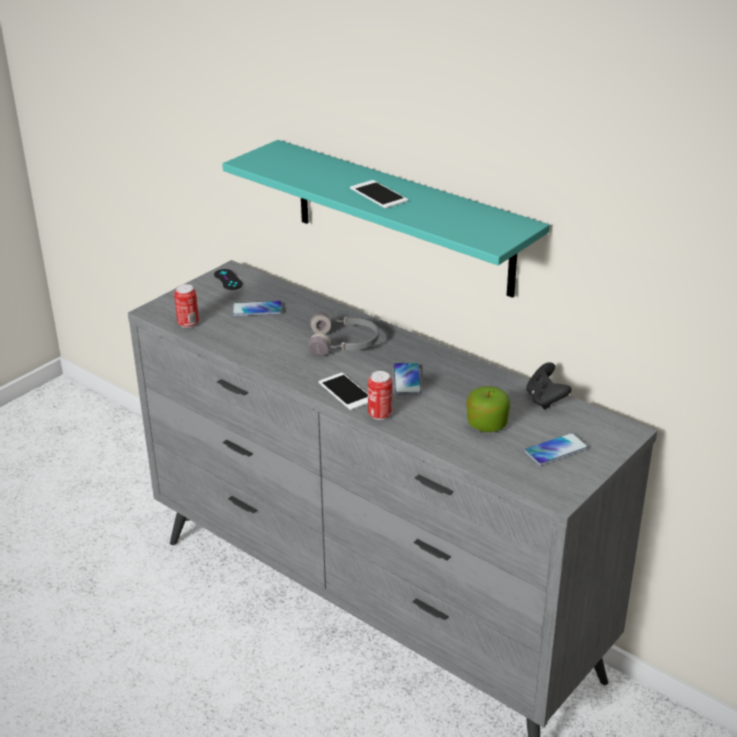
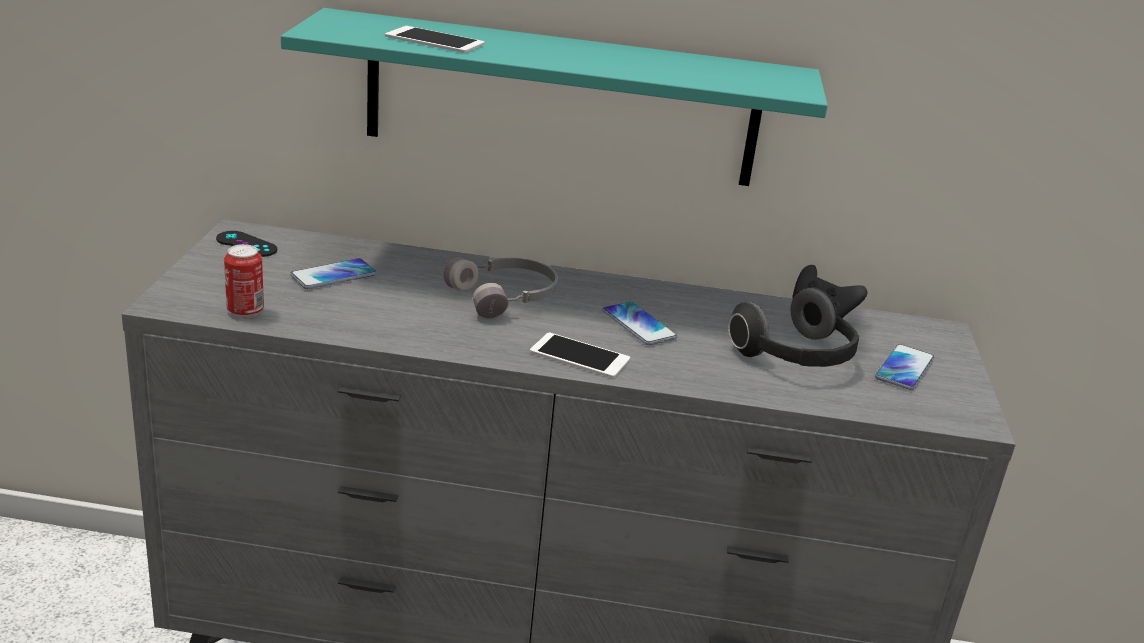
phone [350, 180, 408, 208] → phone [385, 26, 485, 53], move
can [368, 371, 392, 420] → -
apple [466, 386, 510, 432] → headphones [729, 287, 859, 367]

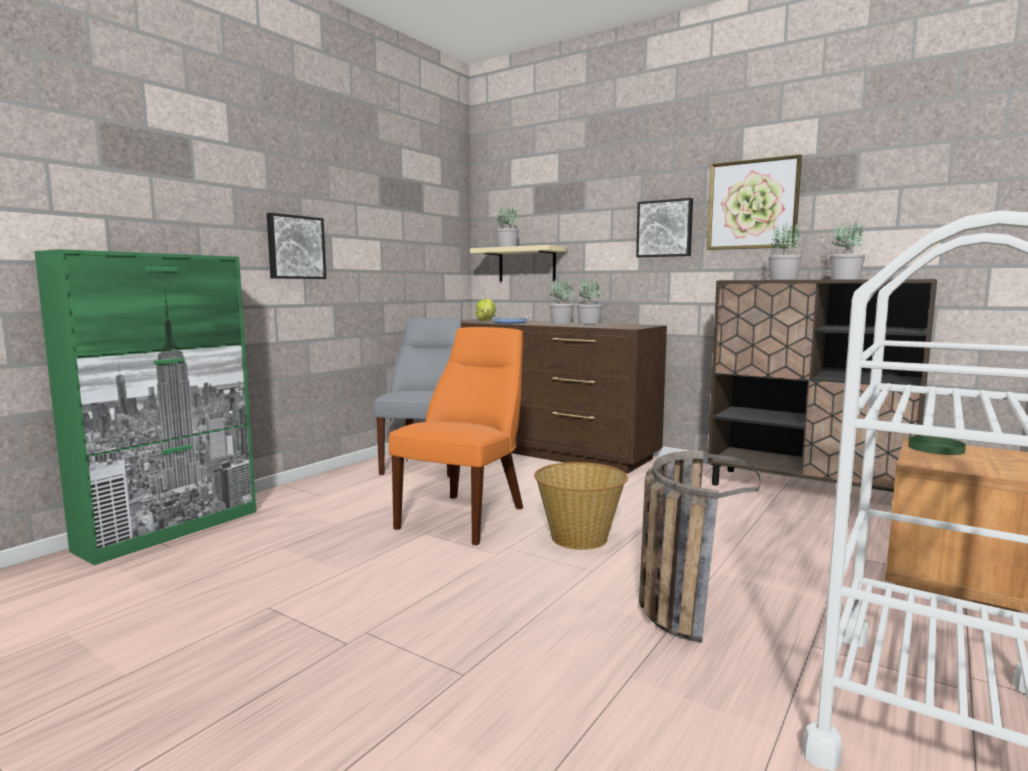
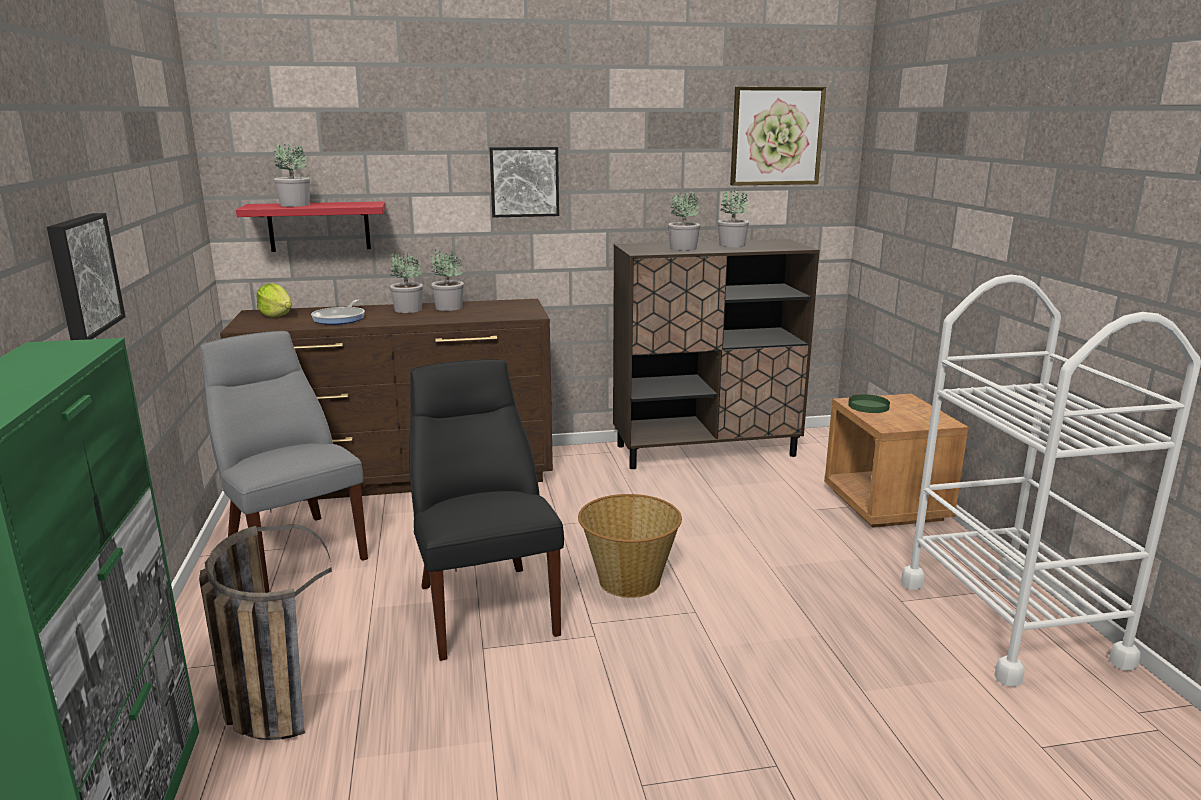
picture [707, 154, 802, 250] → picture [730, 87, 826, 186], move
shelf in beige [470, 245, 567, 282] → shelf in red [236, 201, 385, 252]
chair in orange [388, 327, 523, 545] → chair in black [409, 359, 564, 661]
basket [639, 451, 760, 642] → basket [199, 524, 332, 740], move

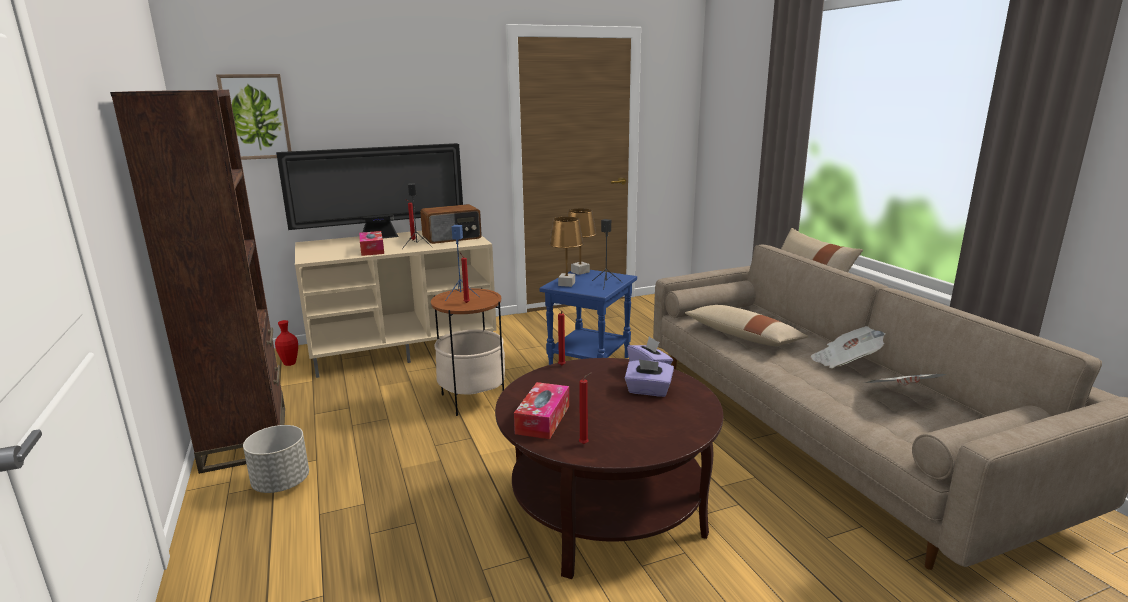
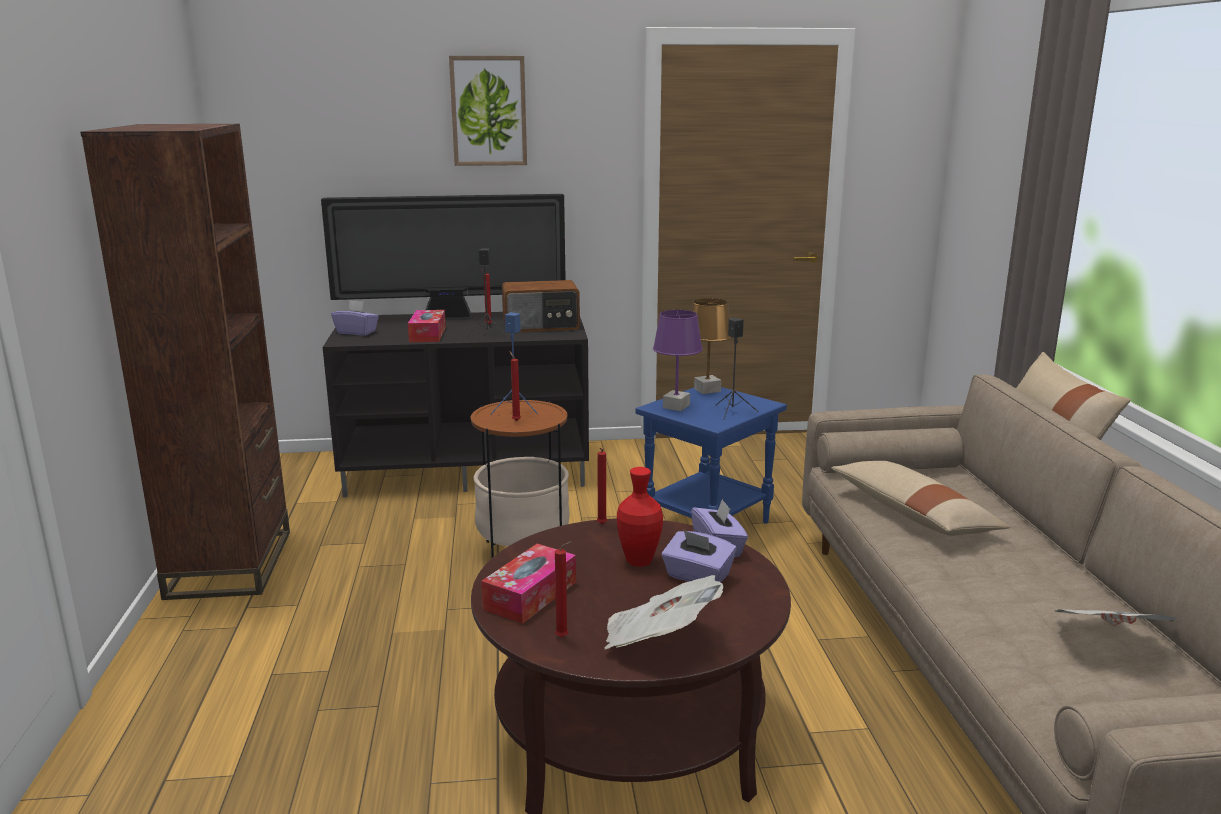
picture [216, 74, 291, 160] → picture [449, 56, 527, 166], move
table lamp in brown [549, 217, 584, 287] → table lamp in purple [653, 310, 703, 411]
tv stand in beige [295, 231, 497, 378] → tv stand in black [323, 312, 589, 497]
vase in red [275, 320, 298, 366] → vase in red [617, 467, 663, 567], move
newspaper [811, 326, 886, 368] → newspaper [604, 575, 724, 649], move
planter in grey [243, 425, 309, 493] → -
- → tissue box in purple [331, 300, 379, 336]

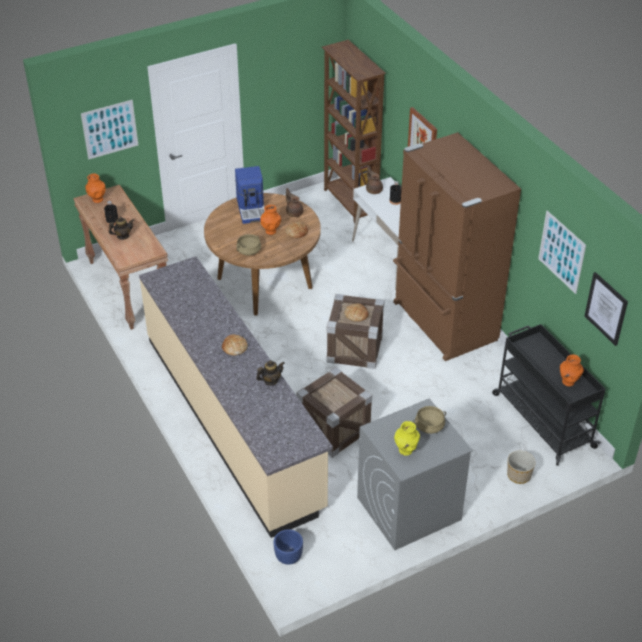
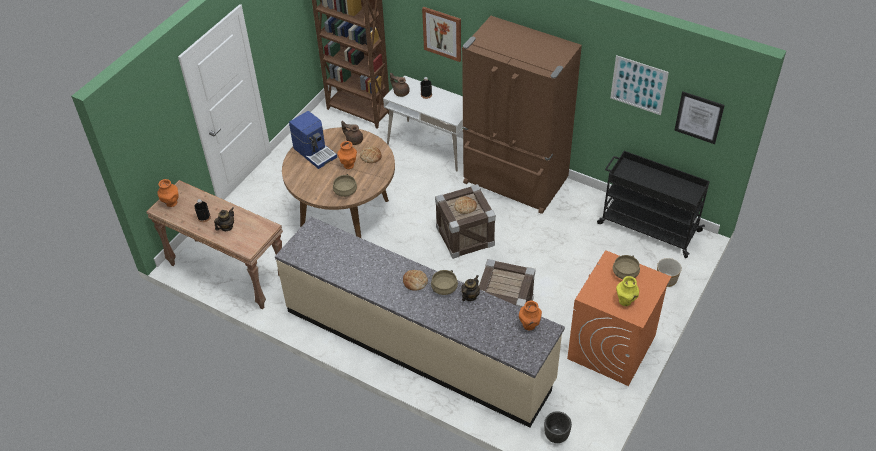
picture [81, 100, 138, 160] → -
vase in orange [560, 354, 584, 386] → vase in orange [519, 301, 542, 330], move
washing machine in grey [357, 399, 473, 550] → washing machine in orange [567, 250, 672, 386]
planter in blue [274, 529, 303, 565] → planter in black [544, 411, 572, 443]
- → cooking pot in beige [431, 270, 458, 295]

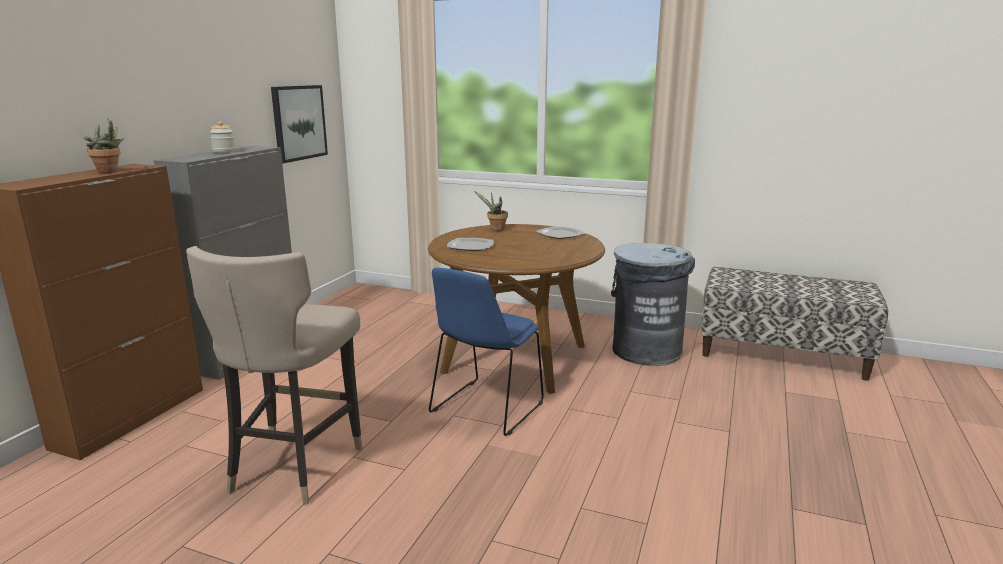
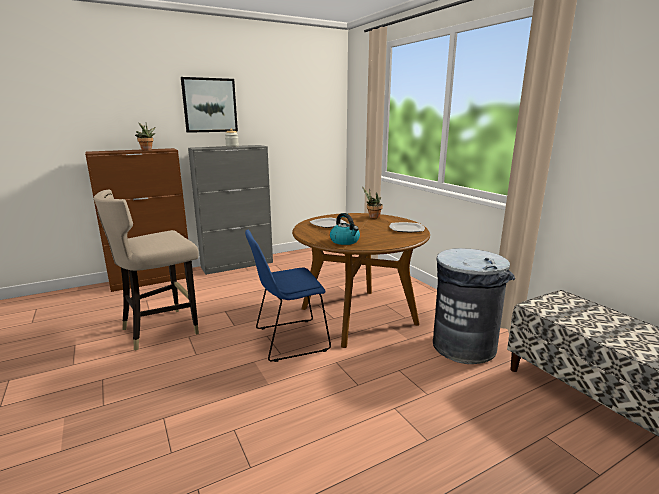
picture [271, 85, 328, 163] → picture [181, 77, 238, 133], move
- → kettle [330, 213, 360, 245]

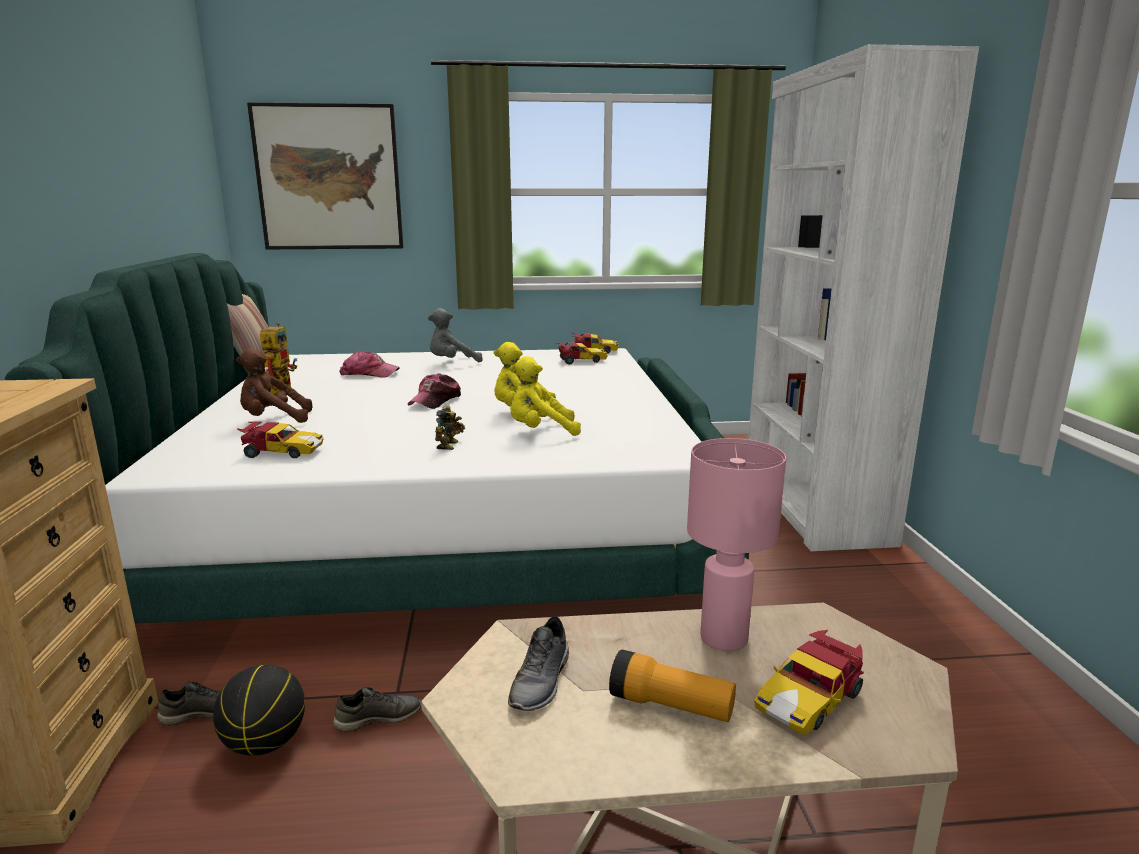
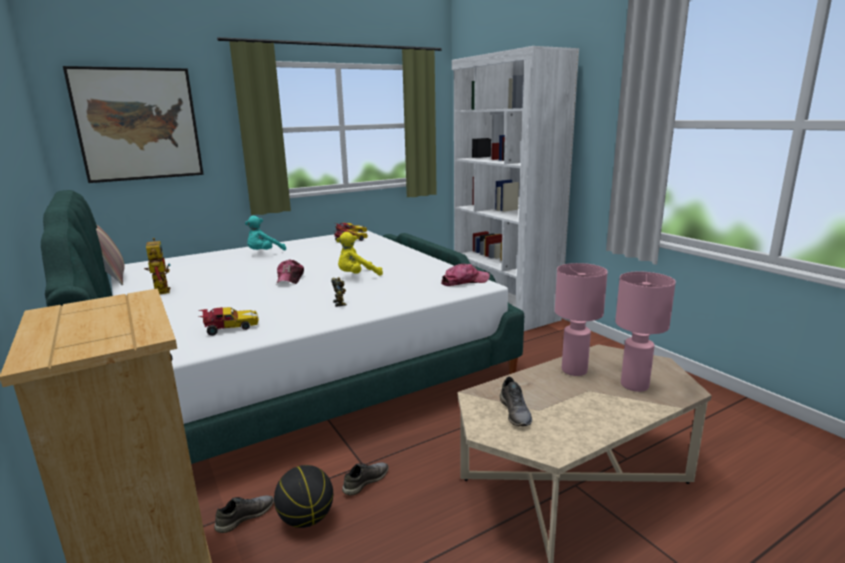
plush toy in grey [428, 308, 483, 362] → plush toy in turquoise [245, 216, 286, 251]
plush toy in brown [236, 348, 312, 423] → -
cap [340, 351, 400, 378] → cap [441, 264, 490, 286], move
plush toy in yellow [510, 356, 581, 436] → -
toy car [754, 630, 864, 735] → table lamp in pink [615, 272, 676, 392]
flashlight [609, 650, 736, 722] → -

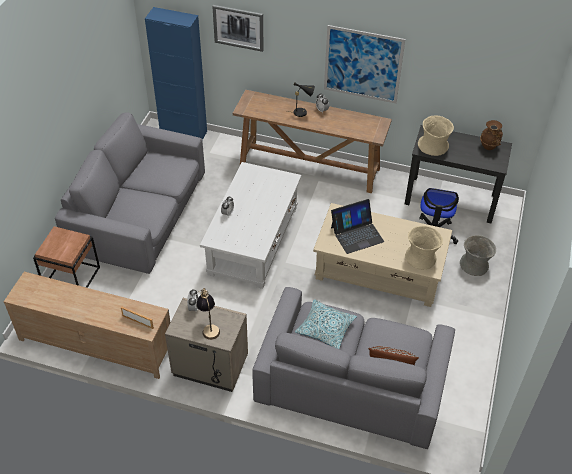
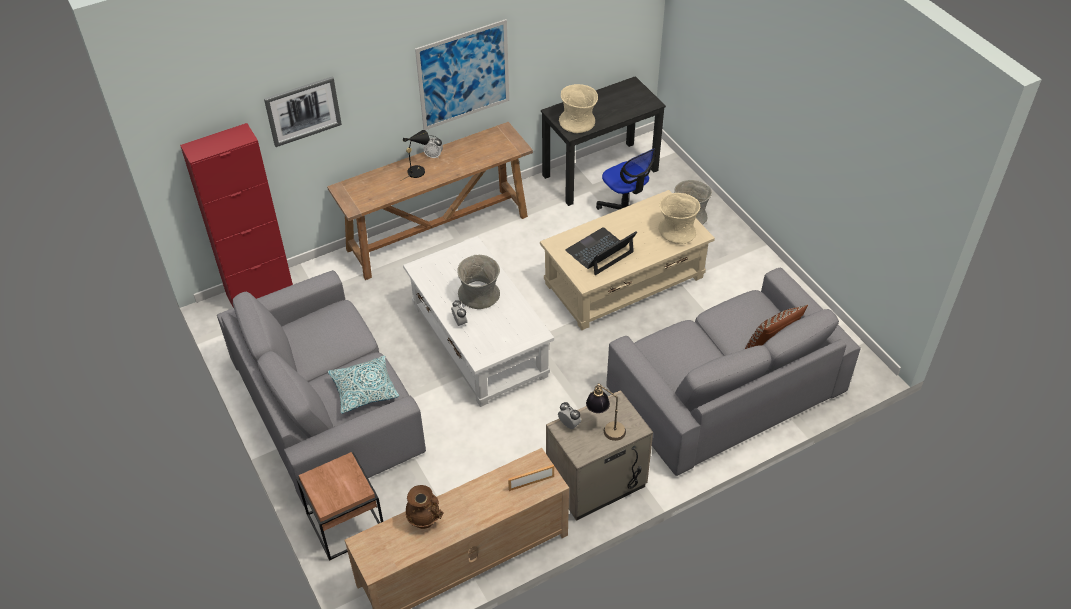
cabinet in blue [145, 7, 207, 140] → cabinet in red [180, 123, 293, 308]
vase in brown [480, 120, 503, 150] → vase in brown [406, 485, 444, 529], move
laptop [331, 199, 384, 254] → laptop [565, 227, 637, 275], 150 degrees counterclockwise
pillow [295, 299, 357, 349] → pillow [328, 355, 399, 414], move
- → vase in grey [457, 255, 500, 309]

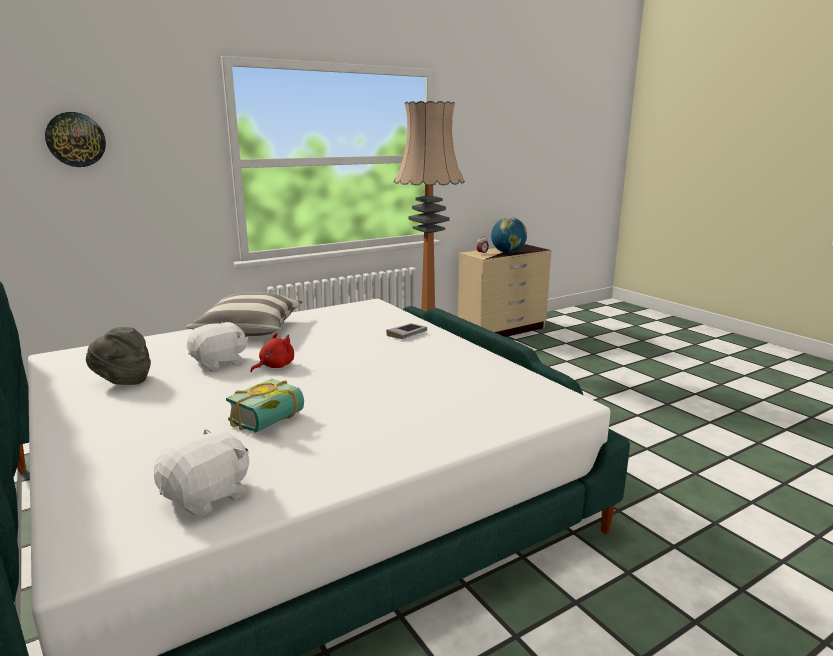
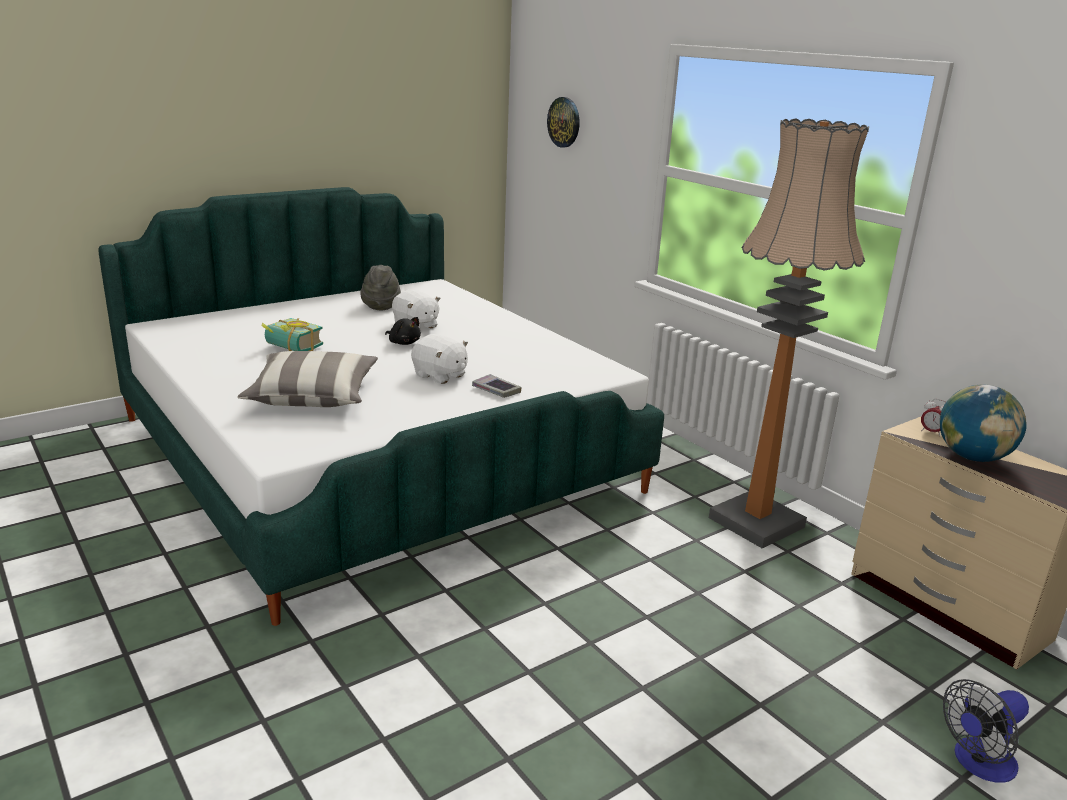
pillow [186, 293, 302, 336] → pillow [237, 351, 378, 407], move
plush toy in red [250, 333, 294, 372] → plush toy in black [385, 317, 421, 345]
plush toy in white [154, 428, 249, 517] → plush toy in white [411, 334, 468, 384], move
- → fan [943, 679, 1029, 783]

